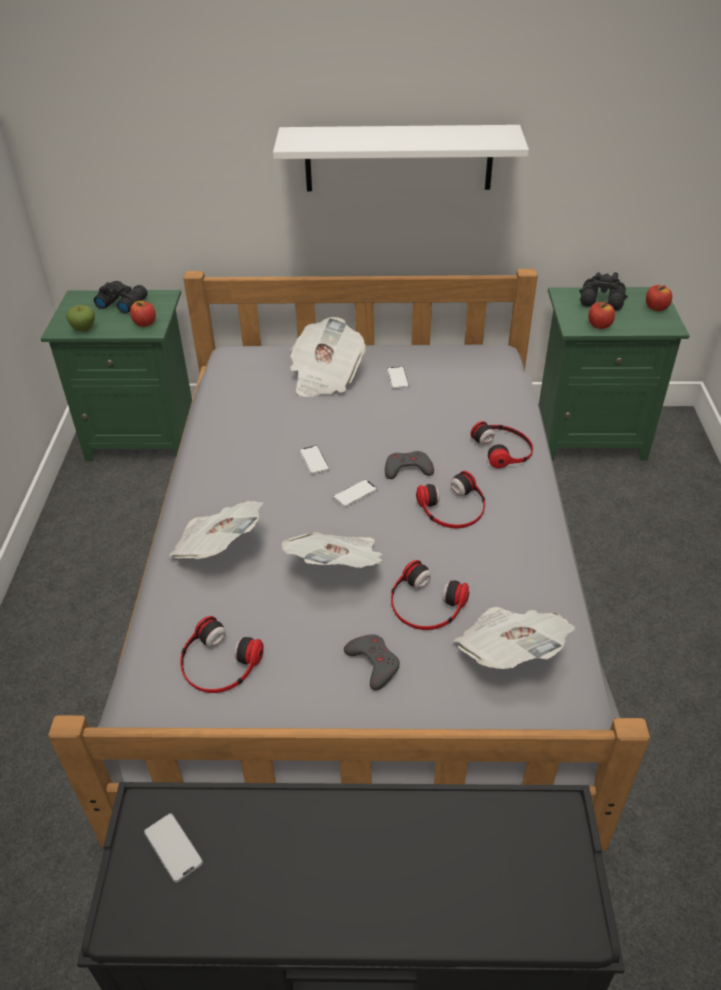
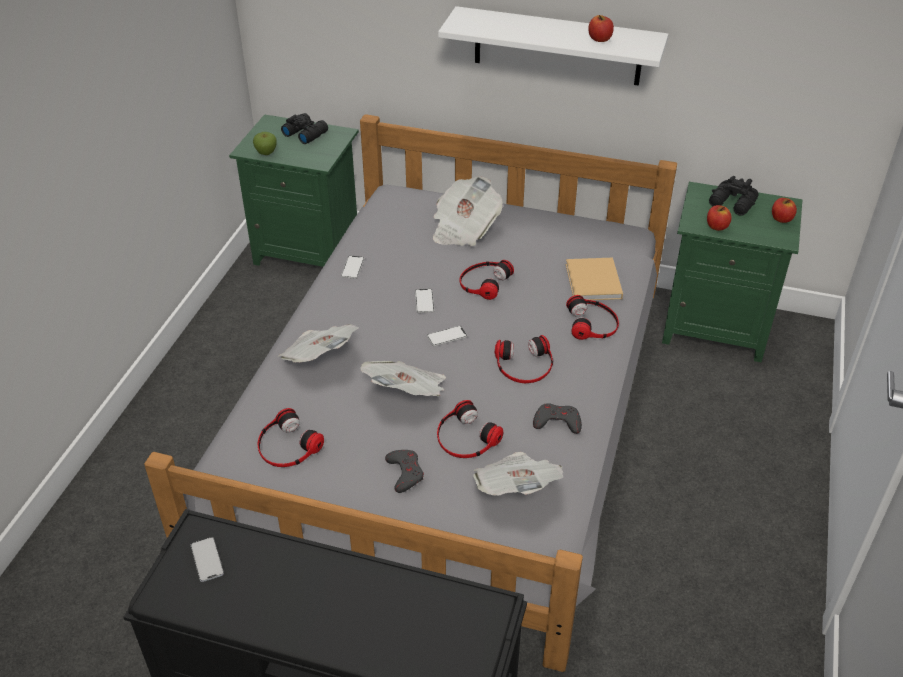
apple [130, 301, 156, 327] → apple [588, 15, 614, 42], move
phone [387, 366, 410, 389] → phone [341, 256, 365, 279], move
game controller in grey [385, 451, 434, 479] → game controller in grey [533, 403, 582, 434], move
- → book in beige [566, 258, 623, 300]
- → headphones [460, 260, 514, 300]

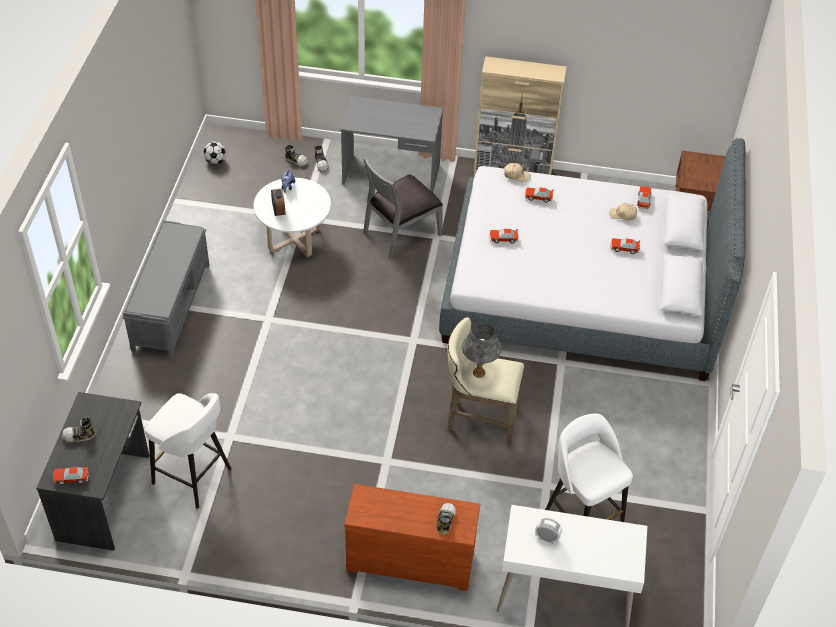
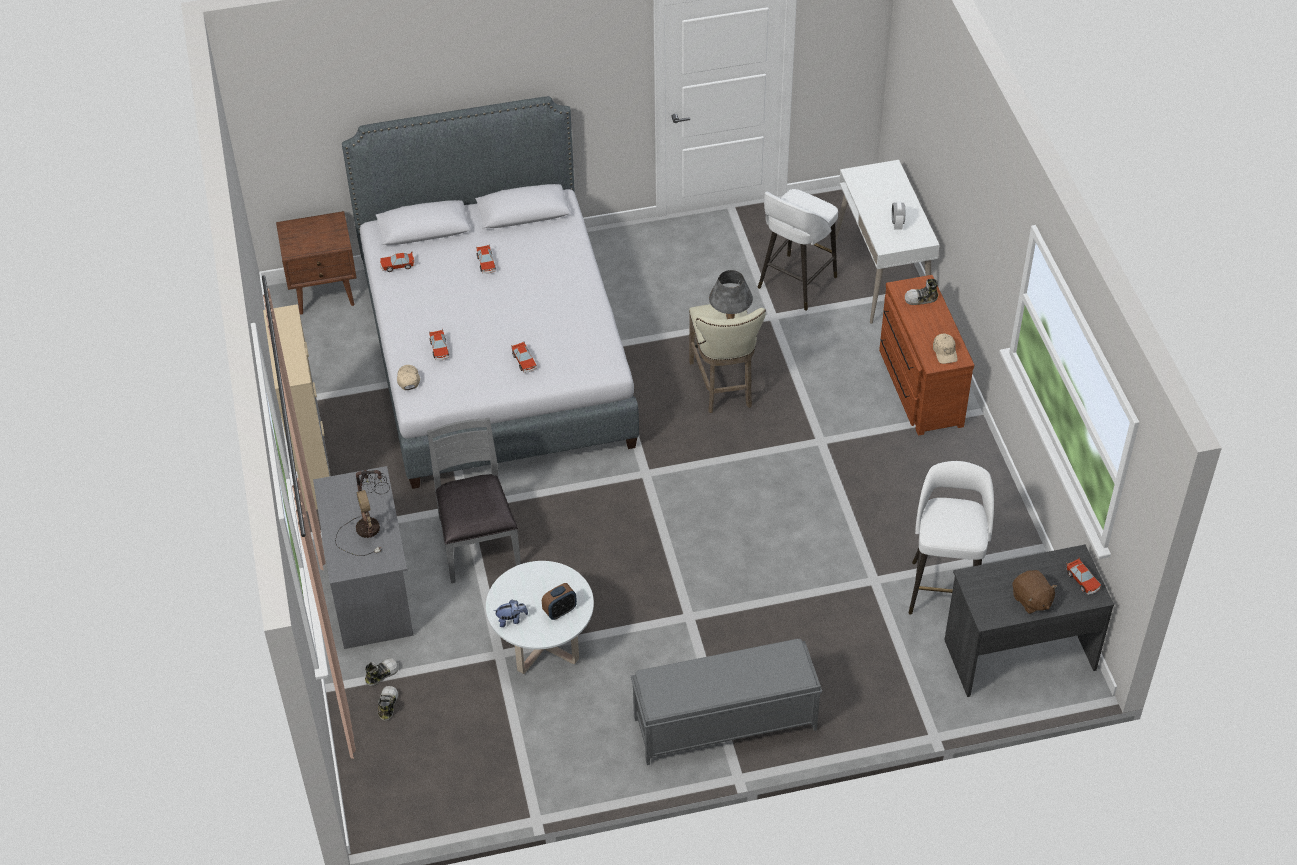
football [203, 141, 226, 164] → -
chair in grey [363, 157, 443, 260] → chair in grey [427, 418, 521, 583], 135 degrees counterclockwise
cap in beige [609, 203, 637, 220] → cap in beige [933, 334, 958, 364], move
shoe [62, 418, 96, 443] → plush toy in brown [1012, 570, 1057, 614]
- → table lamp [335, 470, 390, 556]

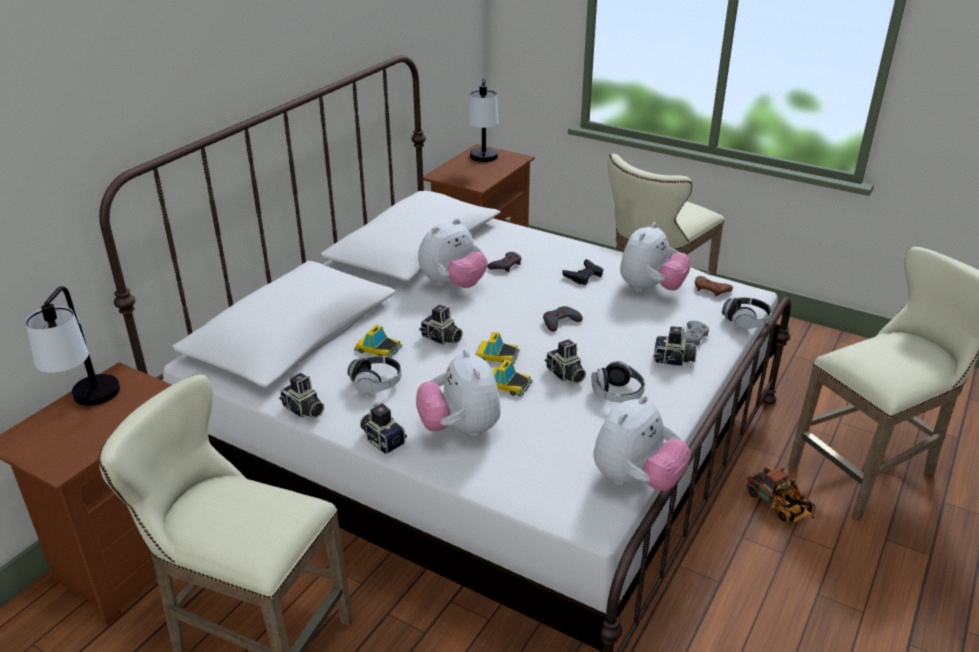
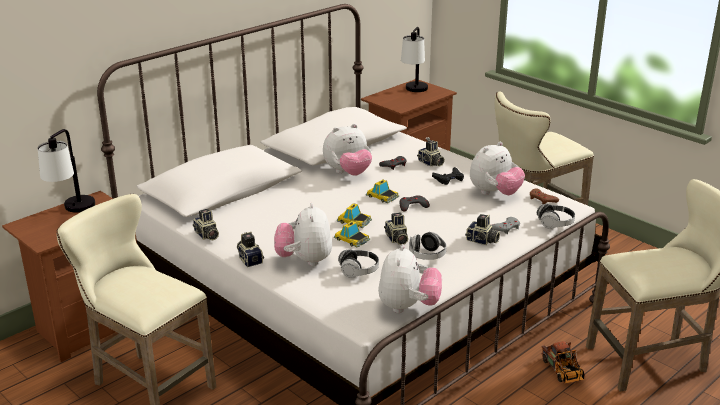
photo camera [419, 305, 463, 345] → photo camera [417, 140, 445, 167], move
toy car [354, 325, 402, 358] → toy car [366, 180, 399, 203], move
headphones [347, 356, 401, 395] → headphones [338, 249, 379, 277], move
plush toy [593, 395, 691, 491] → plush toy [378, 244, 442, 313], 45 degrees counterclockwise

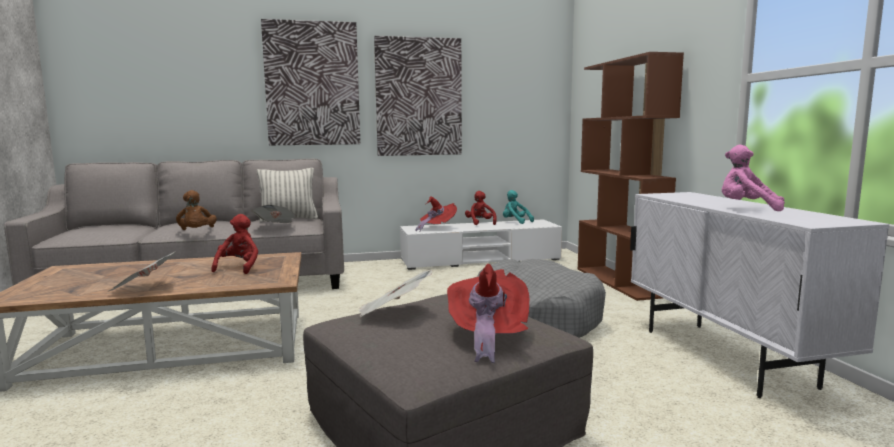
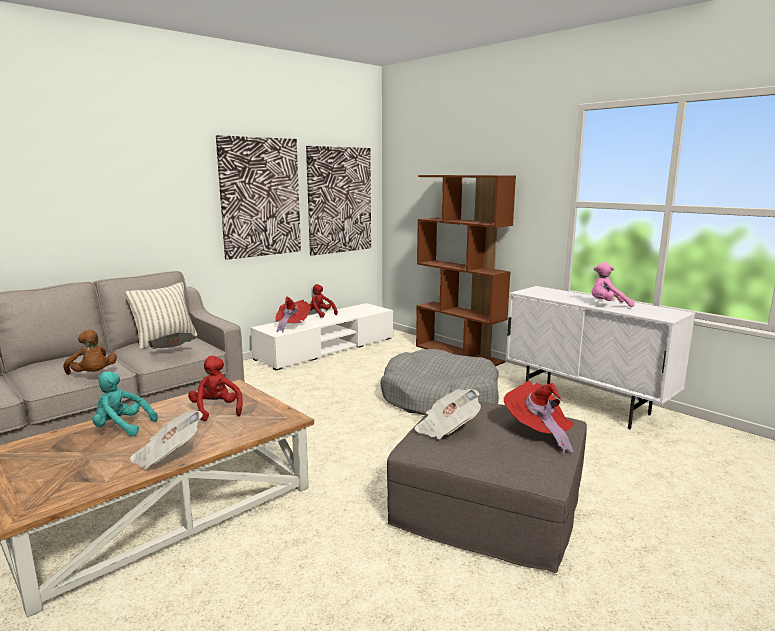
picture [261, 19, 360, 145] → picture [306, 146, 371, 256], move
plush toy in turquoise [503, 190, 534, 224] → plush toy in turquoise [92, 371, 158, 436], move

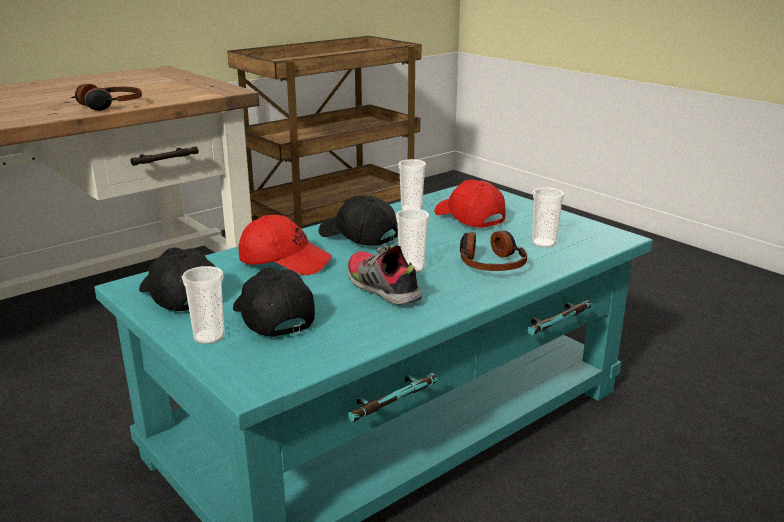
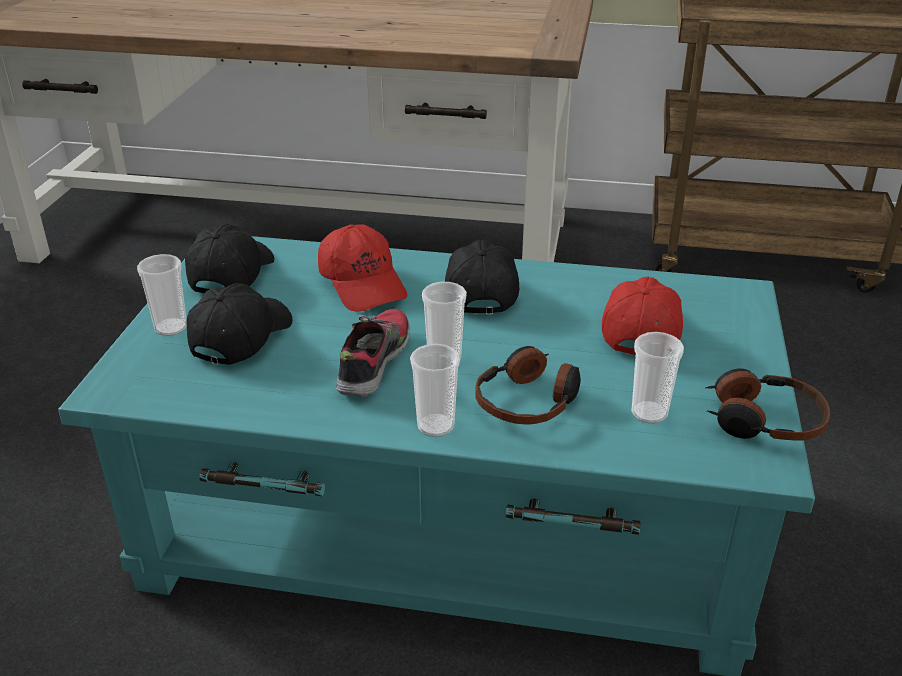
headphones [71, 84, 142, 111] → headphones [705, 368, 830, 440], move
cup [398, 159, 426, 210] → cup [410, 344, 460, 437], move

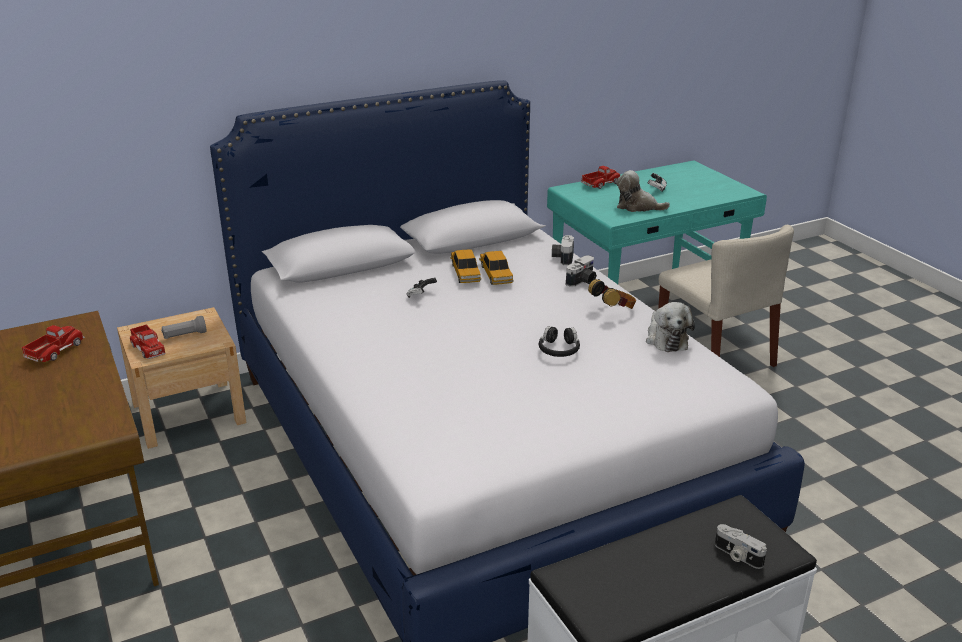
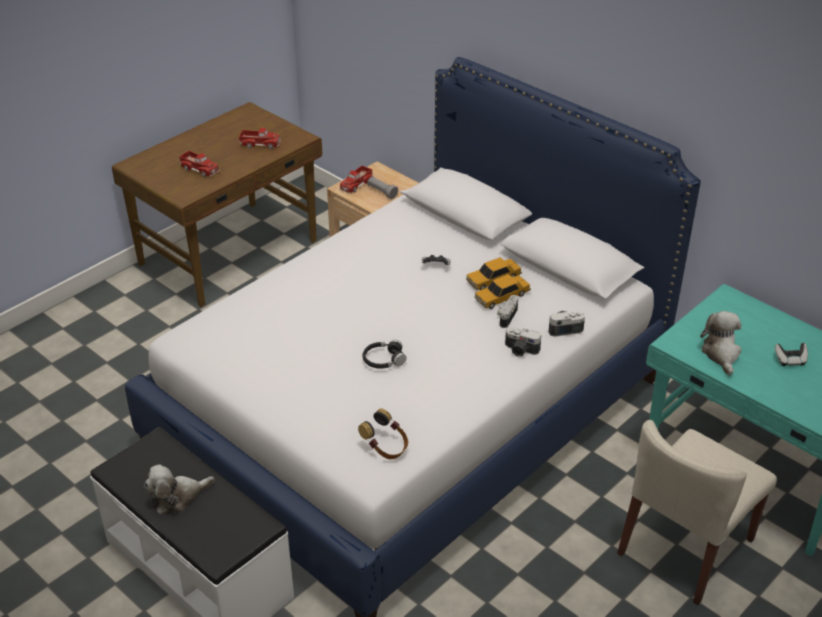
toy truck [581, 166, 620, 189] → toy truck [179, 151, 220, 177], move
headphones [588, 279, 636, 309] → headphones [358, 409, 408, 459], move
plush toy [646, 302, 695, 352] → plush toy [144, 464, 215, 515], move
photo camera [715, 524, 767, 569] → photo camera [497, 295, 518, 328], move

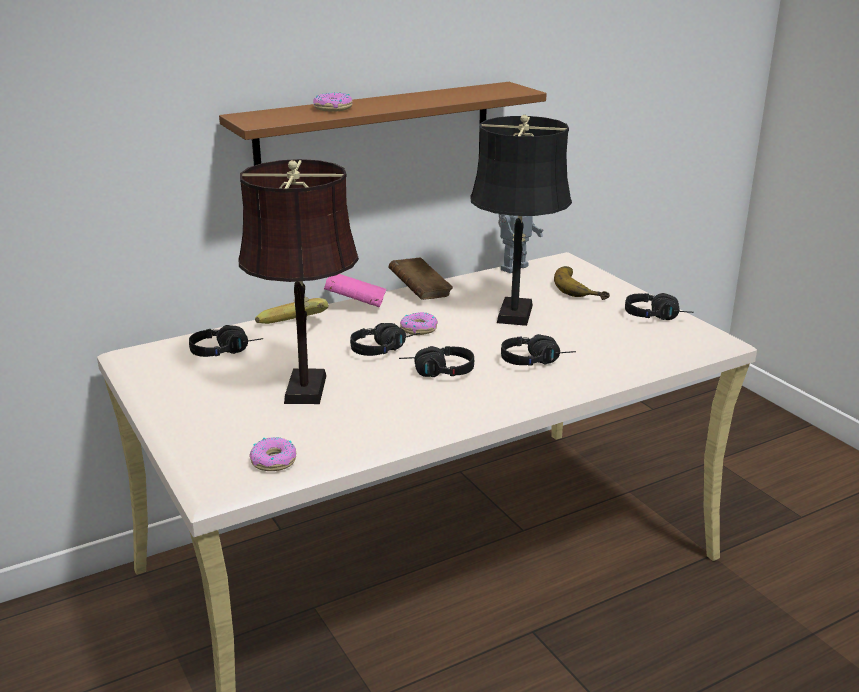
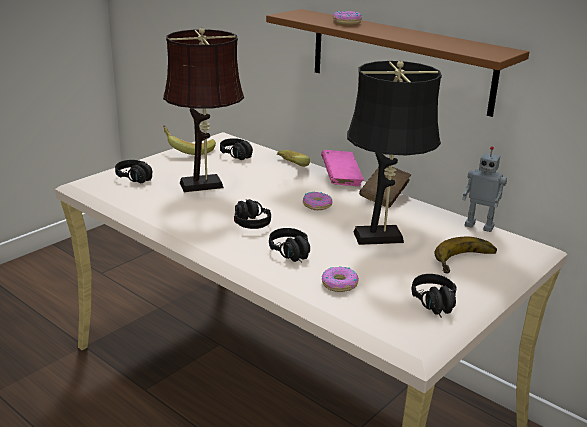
headphones in black [350, 323, 420, 356] → headphones in black [115, 160, 152, 183], move
donut [249, 437, 296, 471] → donut [321, 266, 359, 292], move
- → banana [163, 125, 216, 155]

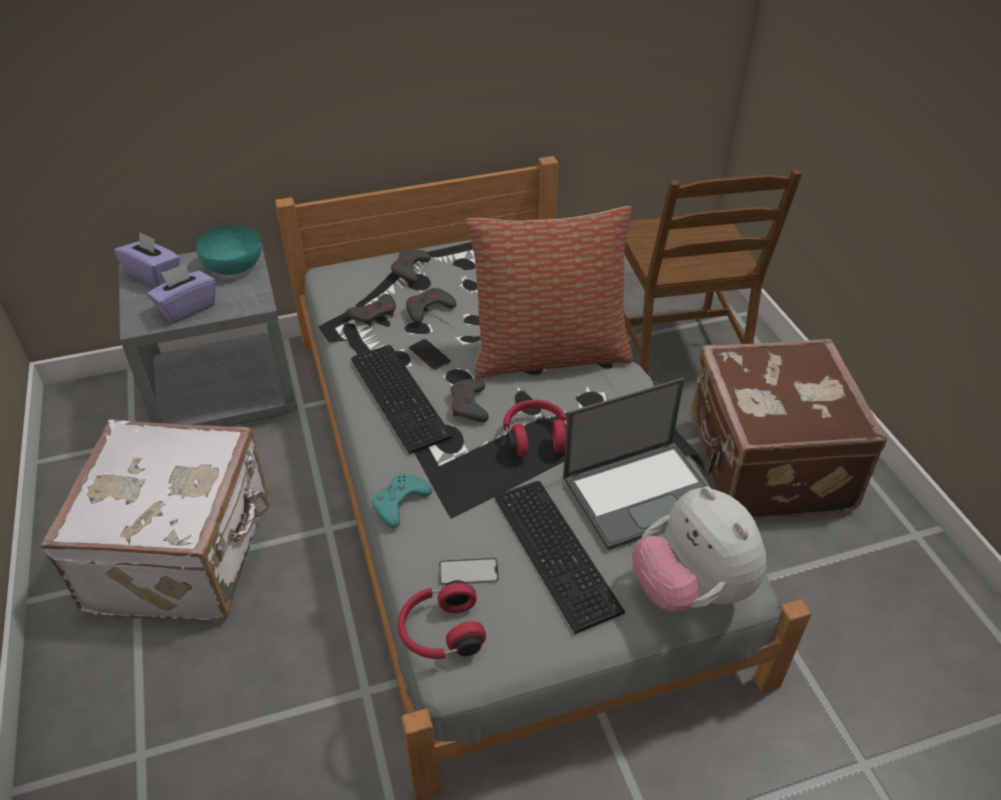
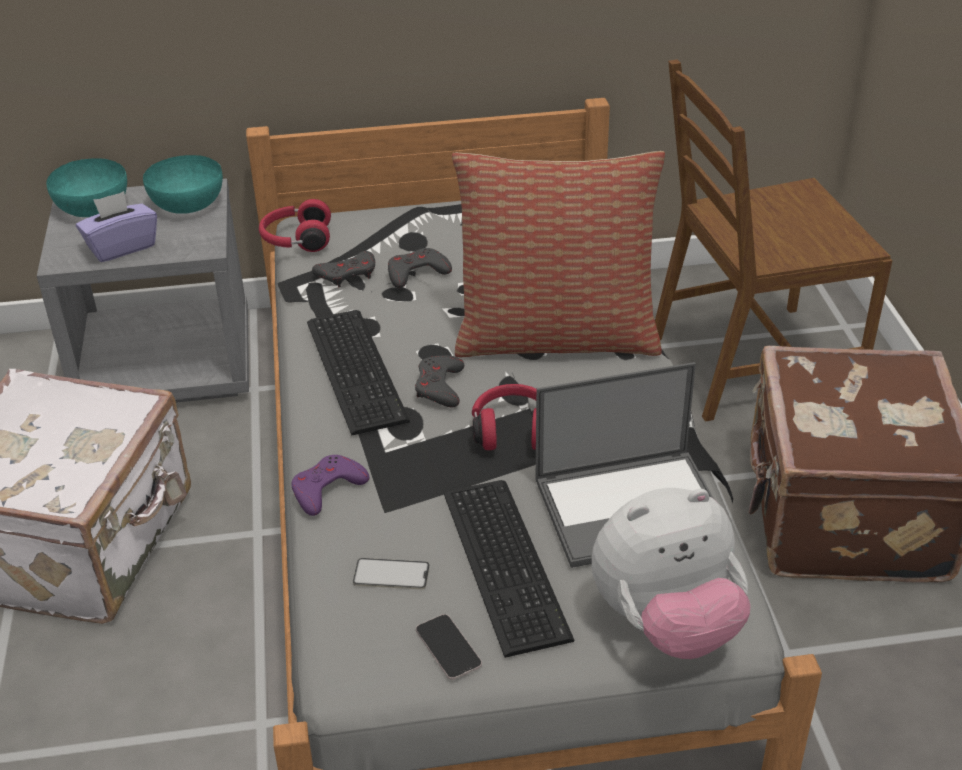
chair in brown [624, 170, 802, 374] → chair in brown [655, 59, 892, 422], 75 degrees clockwise
tissue box in purple [114, 231, 180, 287] → bowl in turquoise [46, 158, 127, 217]
game controller in grey [391, 249, 431, 283] → -
phone [408, 339, 451, 371] → phone [416, 614, 482, 680], move
game controller in turquoise [372, 474, 433, 528] → game controller in purple [291, 455, 369, 516]
plush toy [632, 486, 766, 612] → plush toy [592, 488, 751, 659], 90 degrees counterclockwise
headphones in red [398, 580, 486, 659] → headphones in red [259, 199, 331, 252], move

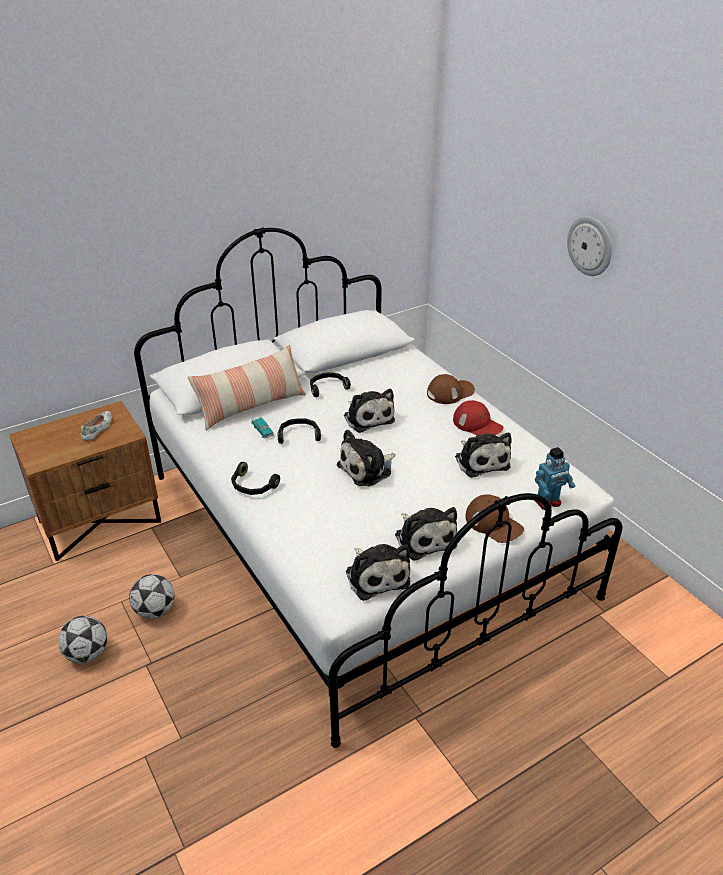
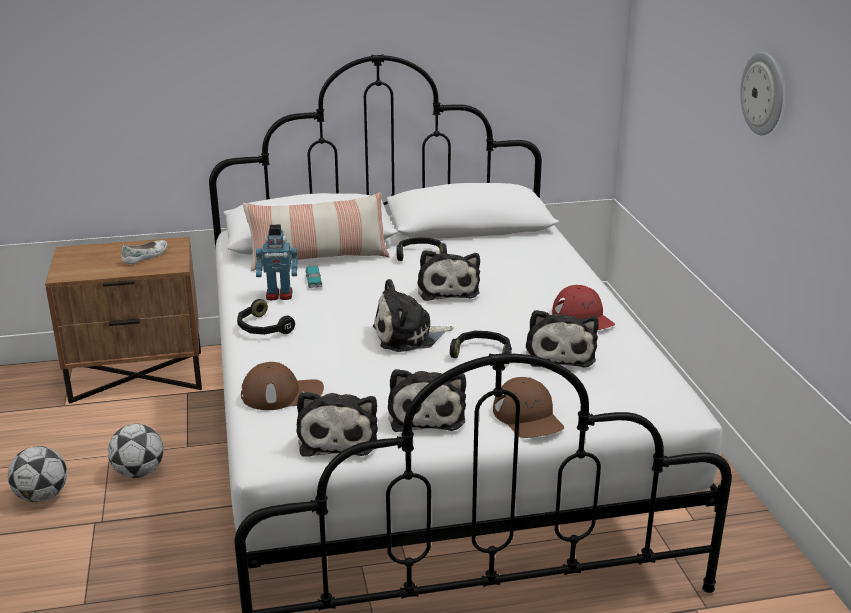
cap in brown [427, 374, 475, 404] → cap in brown [241, 362, 324, 410], move
headphones in black [277, 418, 321, 444] → headphones in black [450, 331, 512, 358], move
toy robot [534, 447, 575, 510] → toy robot [256, 225, 298, 300], move

